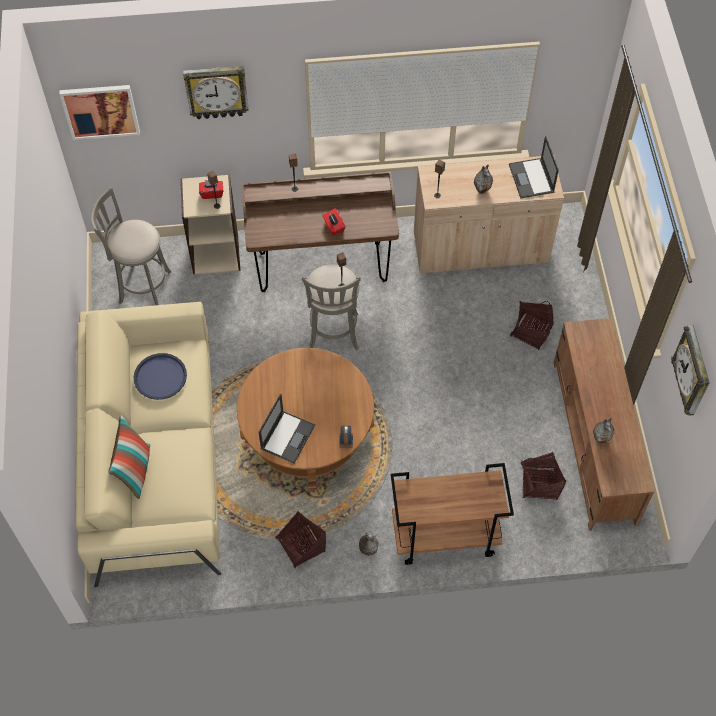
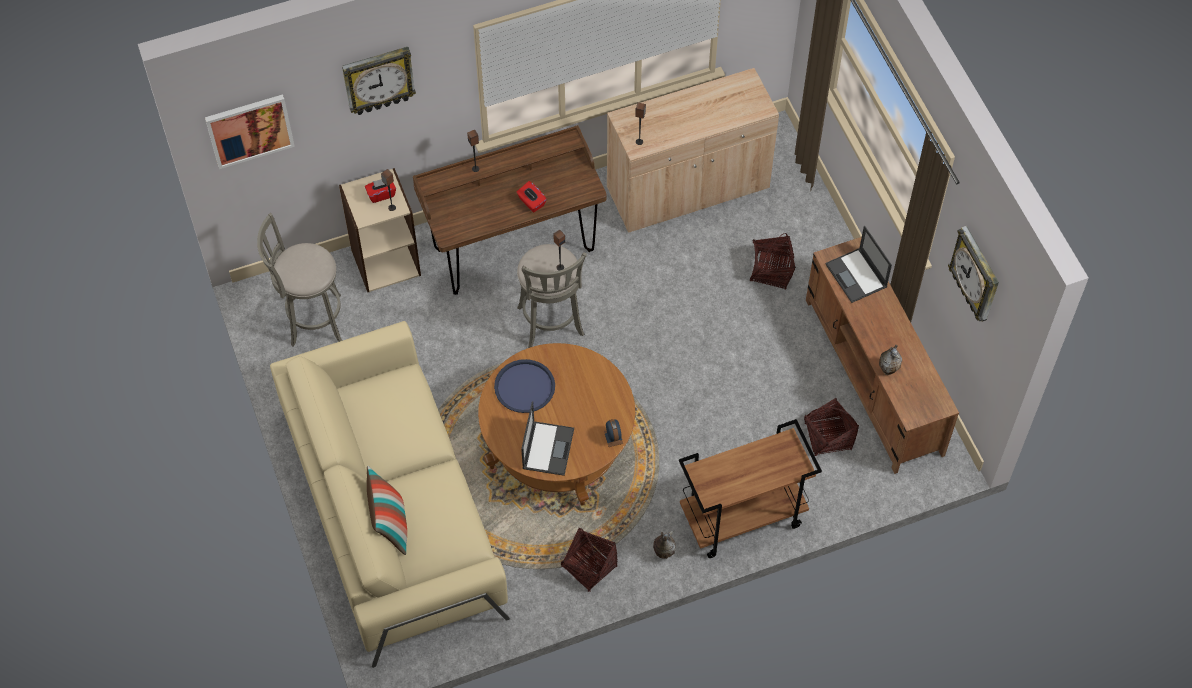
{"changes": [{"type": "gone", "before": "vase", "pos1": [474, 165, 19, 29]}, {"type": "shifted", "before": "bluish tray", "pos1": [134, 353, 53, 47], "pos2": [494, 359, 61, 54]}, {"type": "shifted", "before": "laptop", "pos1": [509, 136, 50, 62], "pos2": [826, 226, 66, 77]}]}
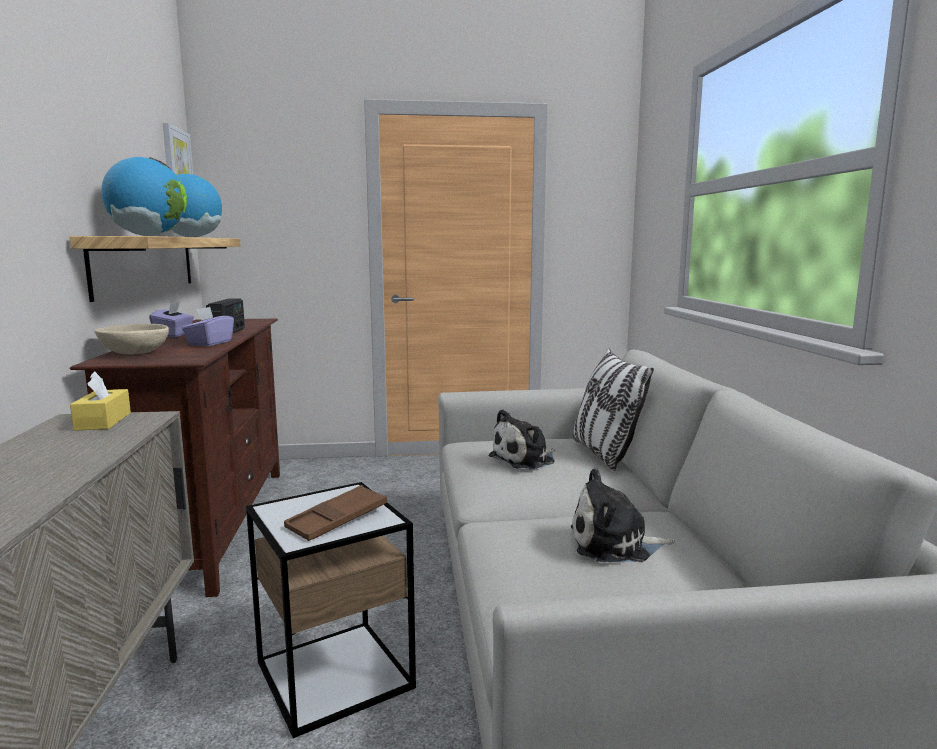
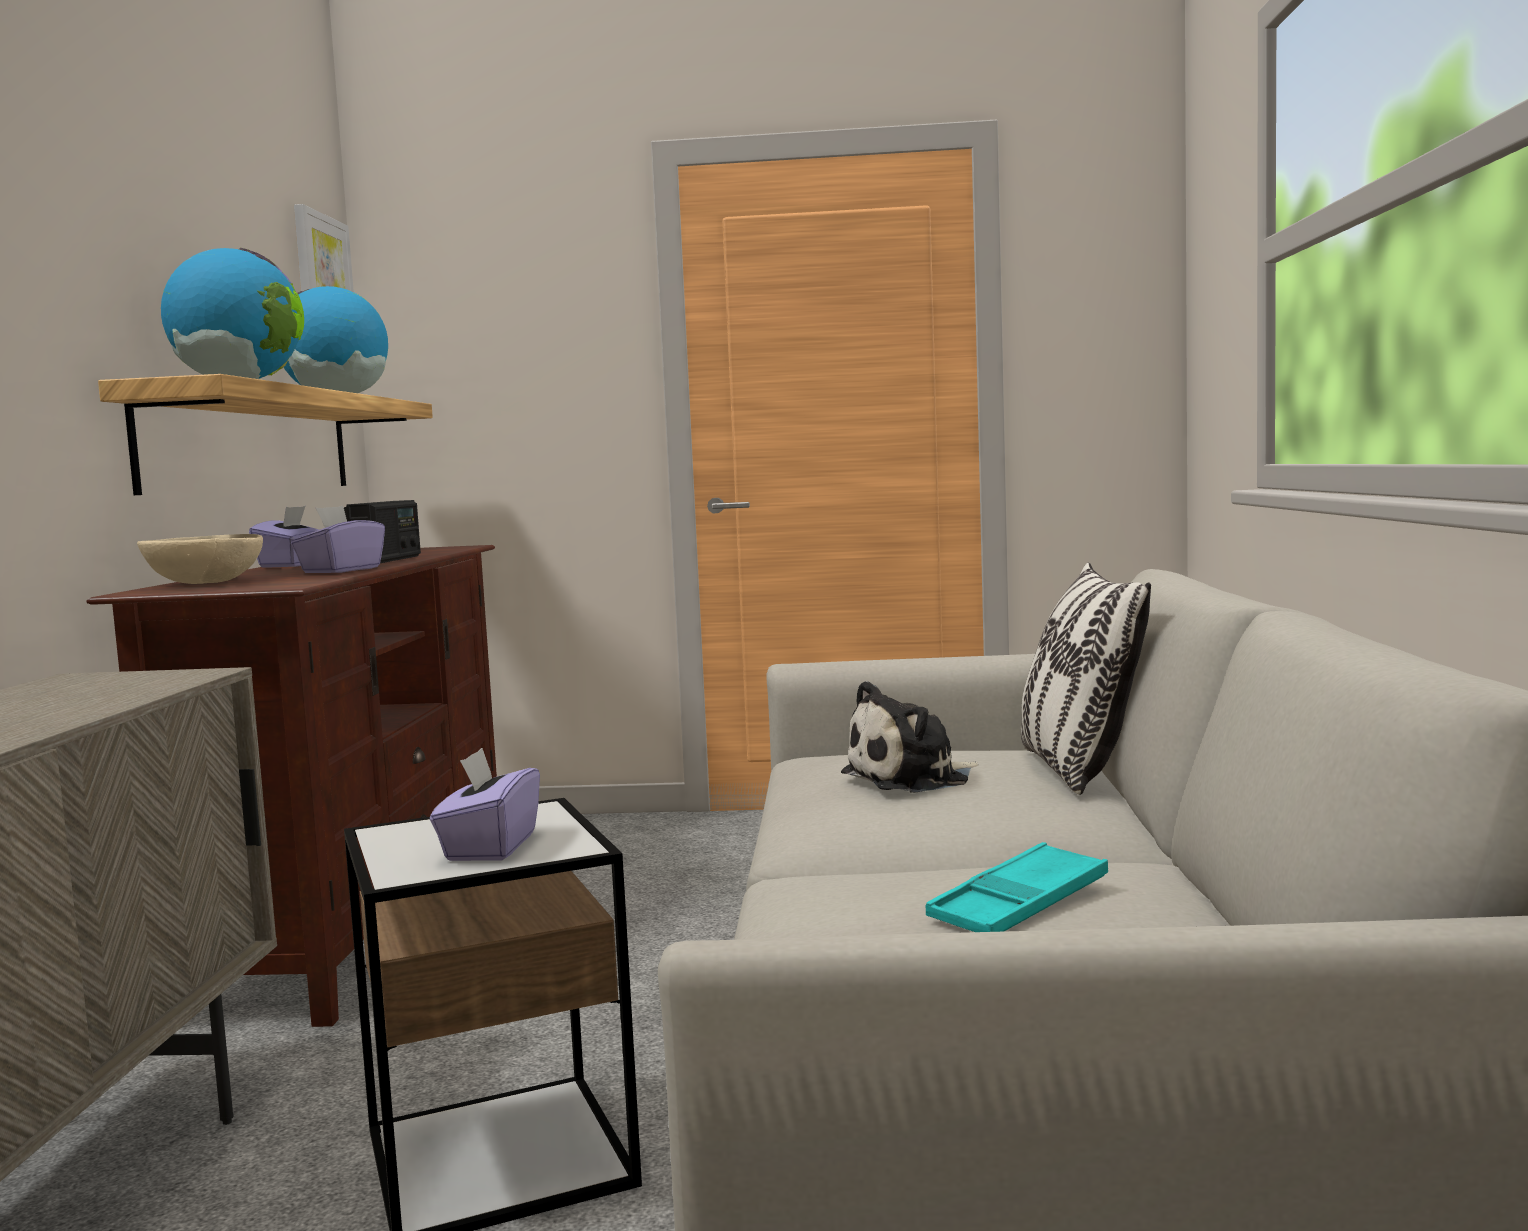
{"changes": [{"type": "gone", "before": "yellow tissue holder", "pos1": [70, 372, 61, 59]}, {"type": "swapped", "before": "brownish tray", "after": "purple tissue holder", "pos1": [284, 485, 103, 56], "pos2": [430, 748, 110, 113]}, {"type": "swapped", "before": "soft toy", "after": "turquoise-coloured tray", "pos1": [571, 468, 104, 94], "pos2": [926, 842, 182, 90]}]}
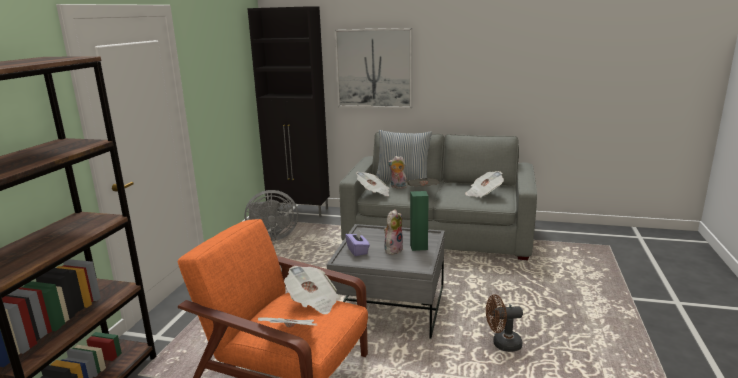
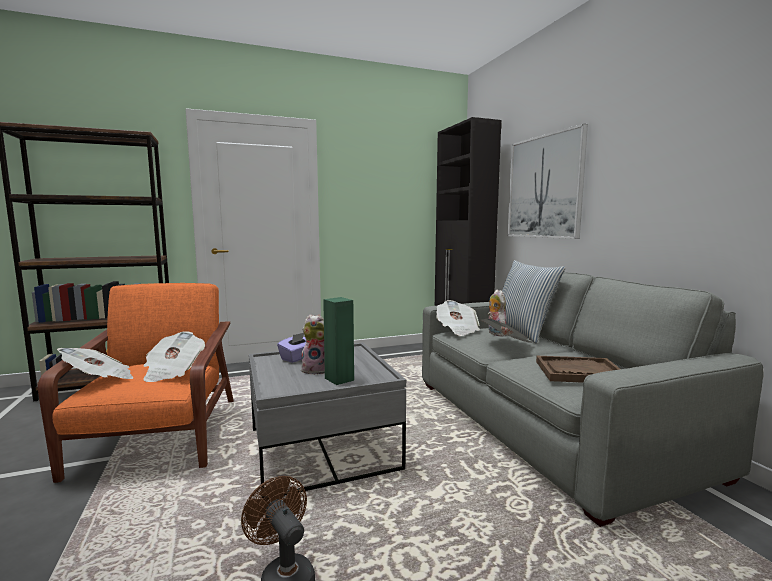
{"changes": [{"type": "gone", "before": "greyish electric fan", "pos1": [245, 190, 53, 51]}, {"type": "swapped", "before": "newspaper", "after": "brownish tray", "pos1": [465, 171, 39, 27], "pos2": [536, 356, 84, 27]}]}
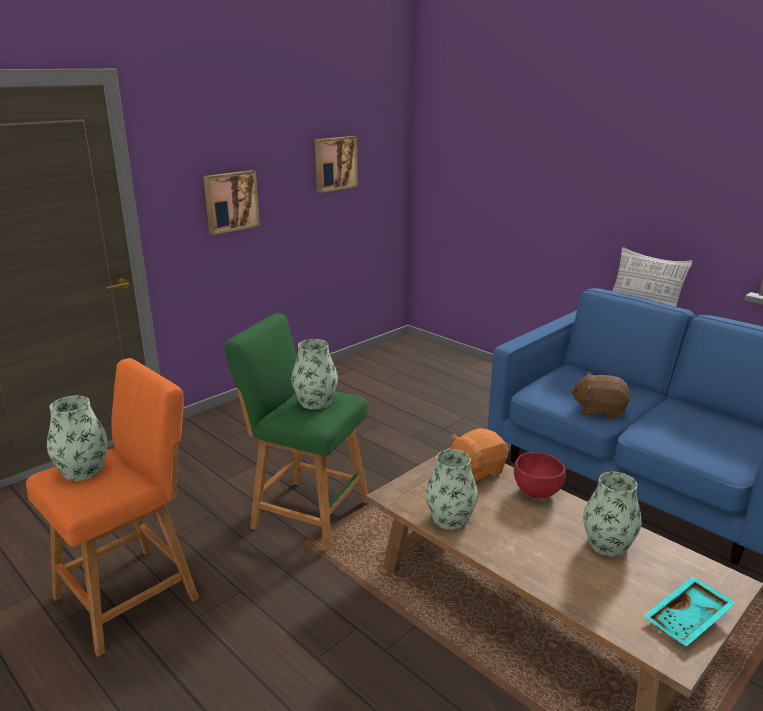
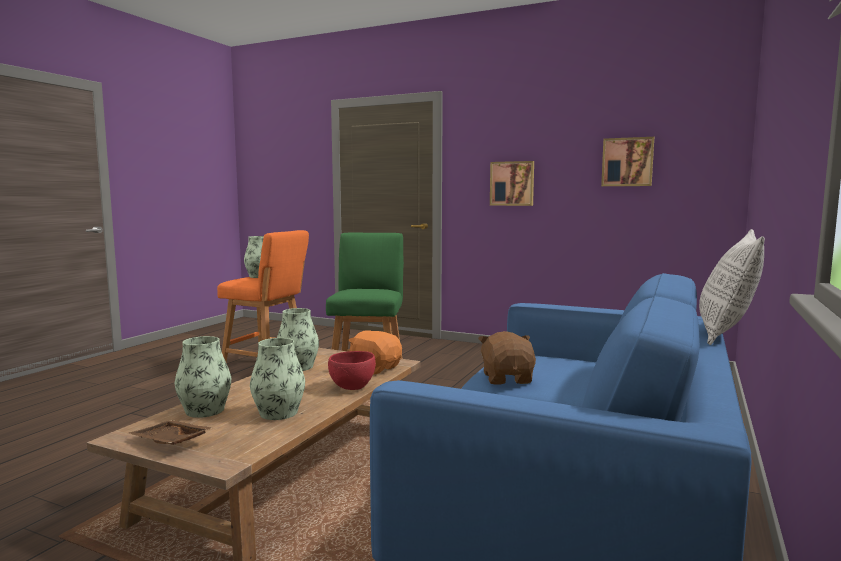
{"changes": [{"type": "shifted", "before": "vase", "pos1": [291, 339, 47, 71], "pos2": [175, 336, 56, 82]}, {"type": "repainted", "before": "turquoise-coloured tray", "after": "brownish tray", "pos1": [643, 576, 93, 71], "pos2": [129, 420, 83, 25]}]}
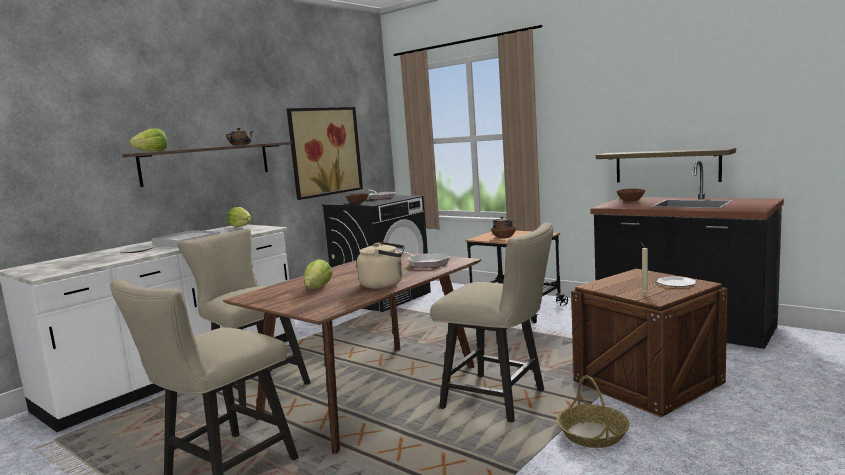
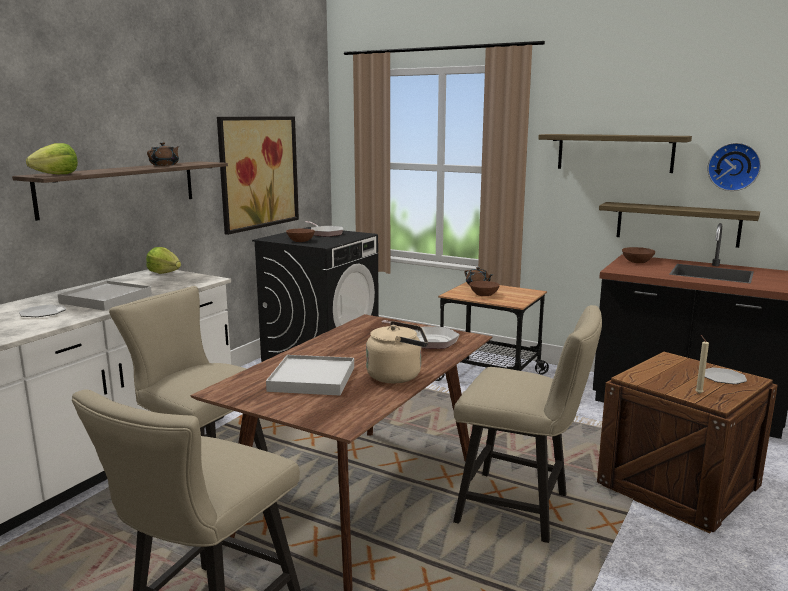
{"changes": [{"type": "gone", "before": "basket", "pos1": [557, 375, 73, 73]}, {"type": "new", "after": "shelf", "pos2": [538, 134, 154, 39]}, {"type": "new", "after": "hanging clock", "pos2": [707, 143, 54, 48]}, {"type": "swapped", "before": "lettuce", "after": "whitish tray", "pos1": [304, 259, 29, 30], "pos2": [266, 355, 88, 41]}]}
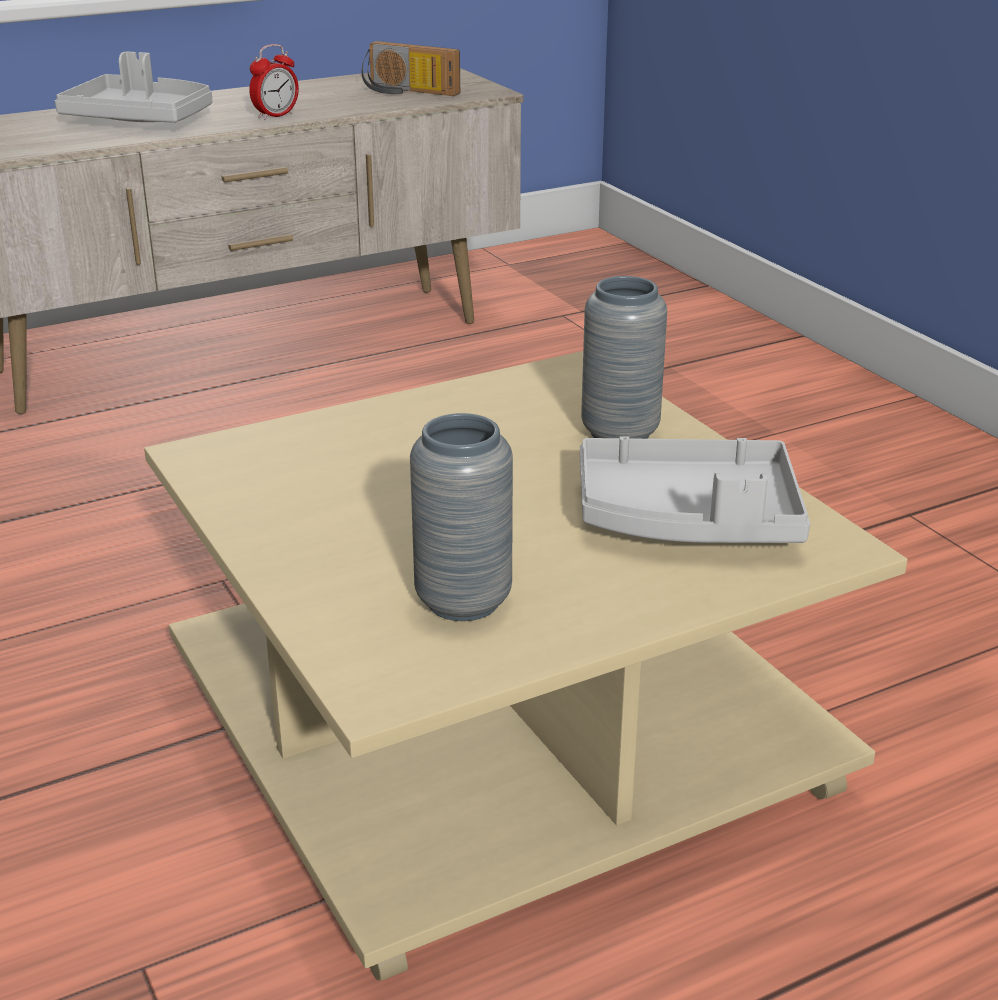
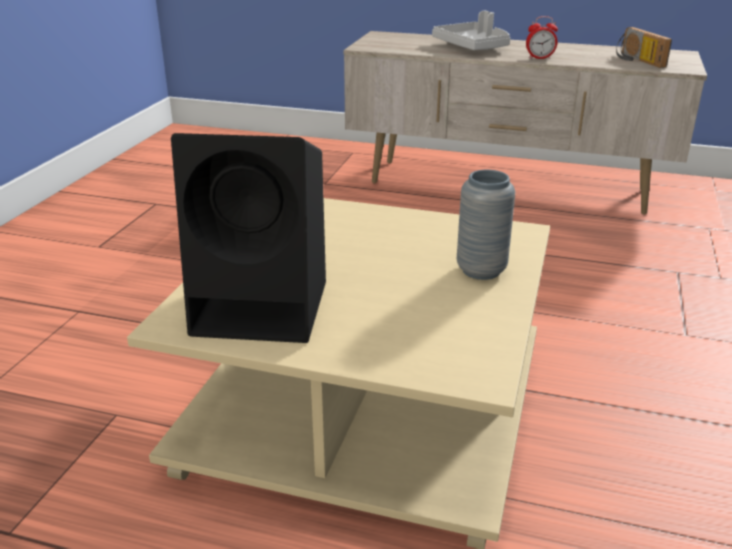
{"changes": [{"type": "gone", "before": "greyish tray", "pos1": [580, 436, 230, 107]}, {"type": "swapped", "before": "greyish vase", "after": "black-coloured speaker", "pos1": [410, 413, 103, 208], "pos2": [171, 133, 155, 210]}]}
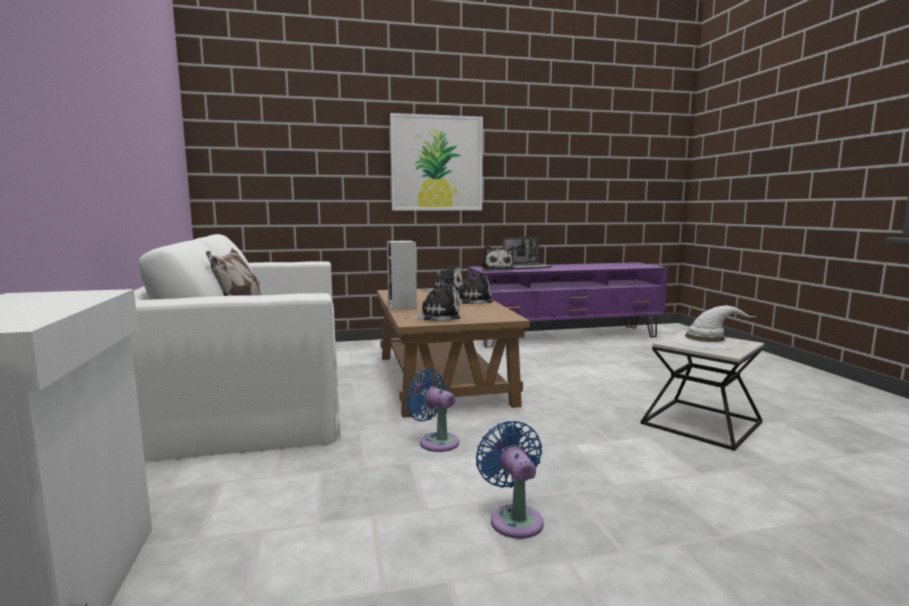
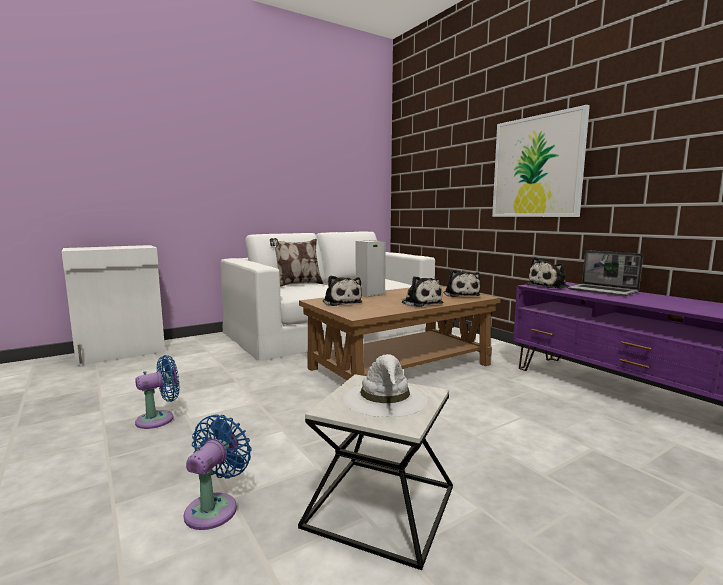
{"changes": [{"type": "shifted", "before": "bluish electric fan", "pos1": [405, 369, 54, 83], "pos2": [184, 414, 67, 116]}]}
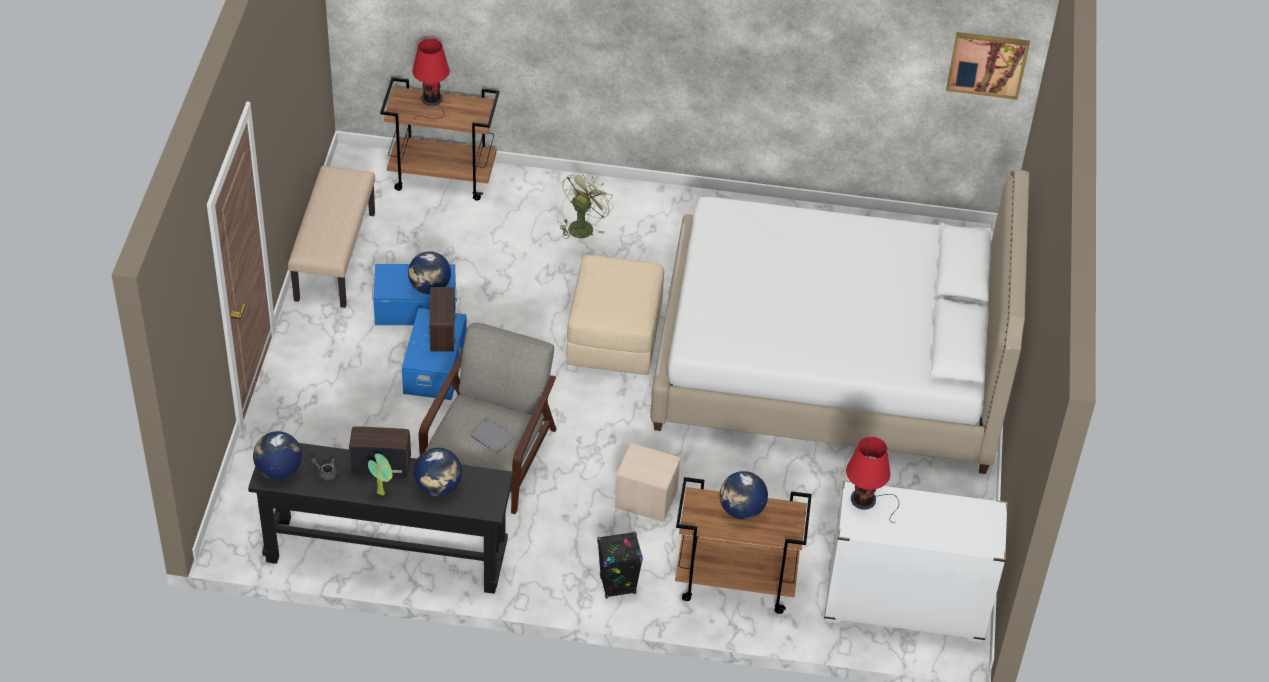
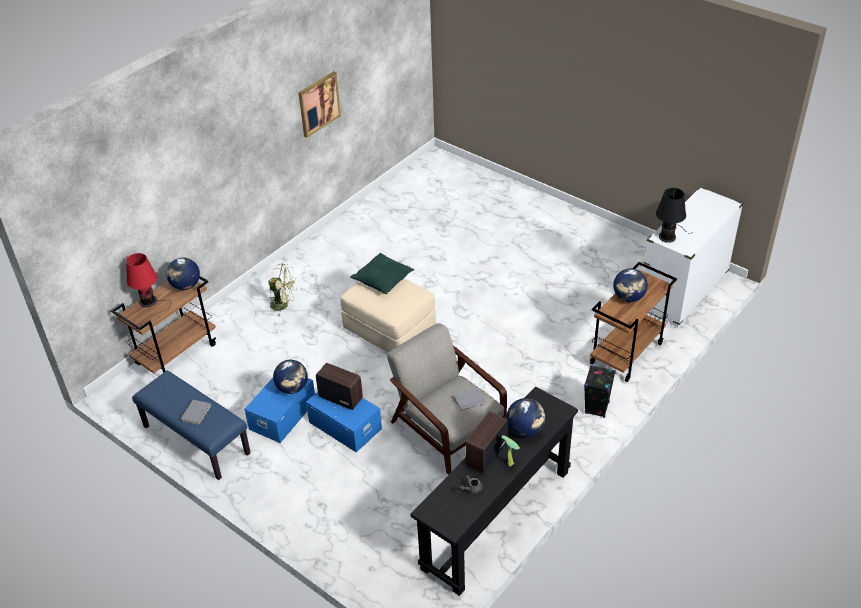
{"changes": [{"type": "gone", "before": "beige storage box", "pos1": [614, 443, 67, 79]}, {"type": "gone", "before": "whitish bedroom bed", "pos1": [650, 169, 379, 305]}, {"type": "new", "after": "greyish volume", "pos2": [181, 400, 30, 25]}, {"type": "new", "after": "greenish cushion", "pos2": [351, 252, 63, 42]}, {"type": "shifted", "before": "globe", "pos1": [253, 431, 49, 49], "pos2": [166, 257, 34, 33]}, {"type": "shifted", "before": "picture", "pos1": [946, 32, 84, 68], "pos2": [298, 71, 43, 67]}, {"type": "repainted", "before": "beige bench", "after": "bluish bench", "pos1": [288, 166, 87, 142], "pos2": [132, 370, 119, 110]}, {"type": "repainted", "before": "reddish table lamp", "after": "black-coloured table lamp", "pos1": [846, 436, 53, 87], "pos2": [656, 188, 35, 55]}, {"type": "rotated", "before": "greenish electric fan", "pos1": [560, 171, 54, 68], "pos2": [267, 264, 30, 53], "turn": 135}]}
